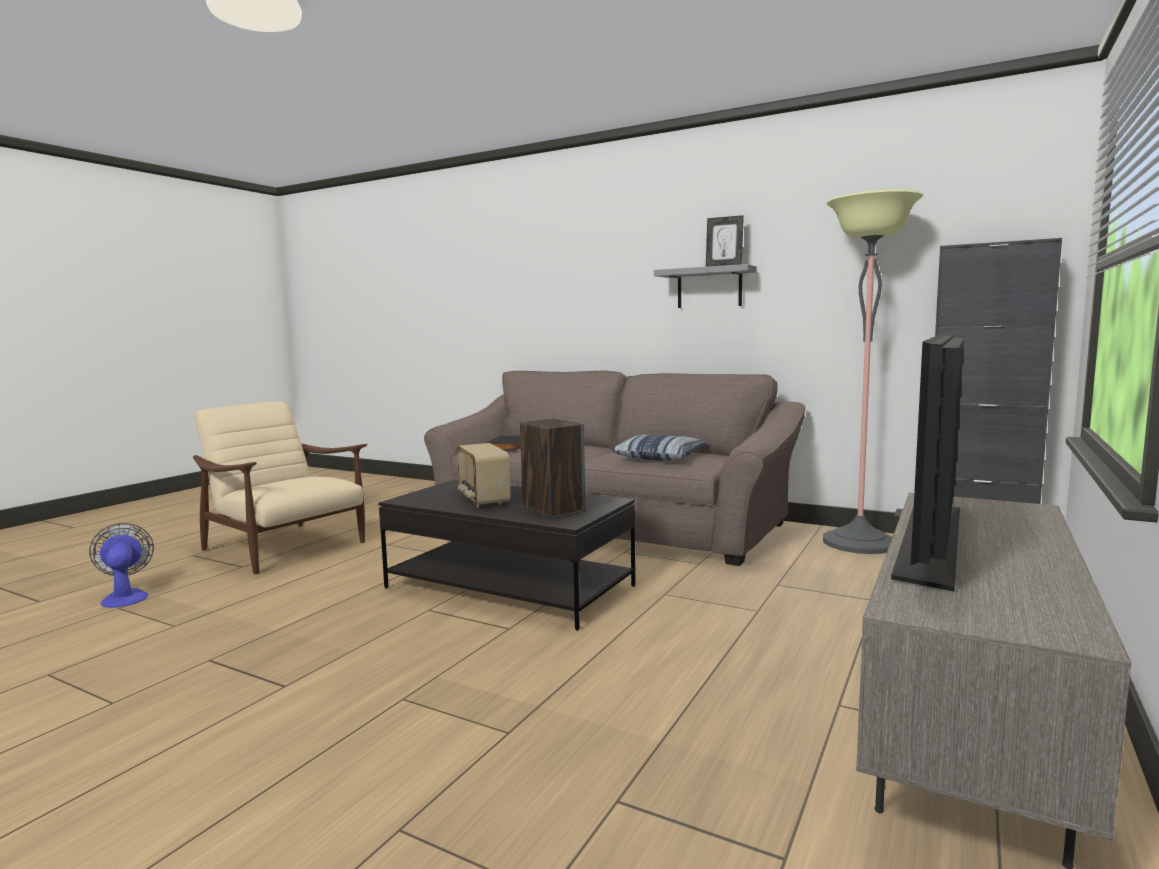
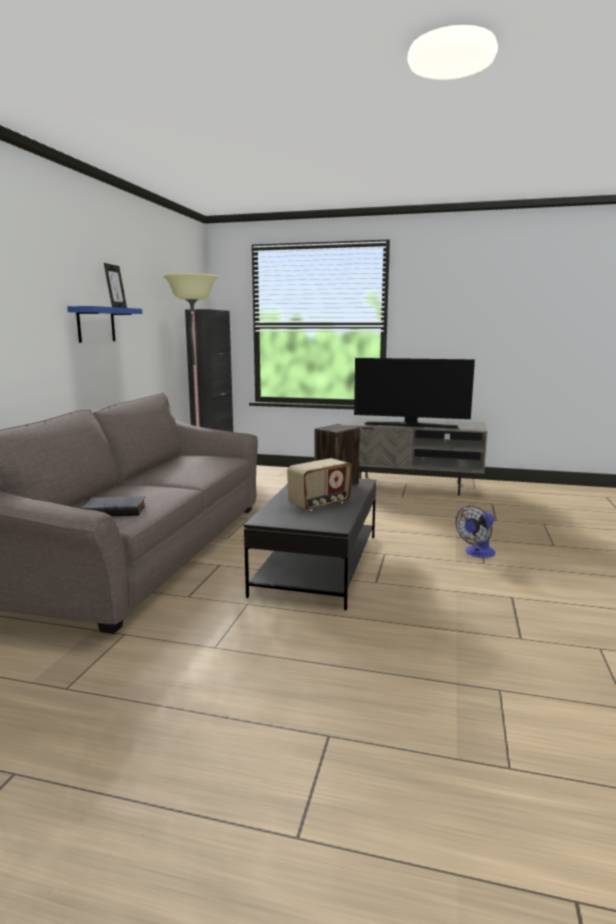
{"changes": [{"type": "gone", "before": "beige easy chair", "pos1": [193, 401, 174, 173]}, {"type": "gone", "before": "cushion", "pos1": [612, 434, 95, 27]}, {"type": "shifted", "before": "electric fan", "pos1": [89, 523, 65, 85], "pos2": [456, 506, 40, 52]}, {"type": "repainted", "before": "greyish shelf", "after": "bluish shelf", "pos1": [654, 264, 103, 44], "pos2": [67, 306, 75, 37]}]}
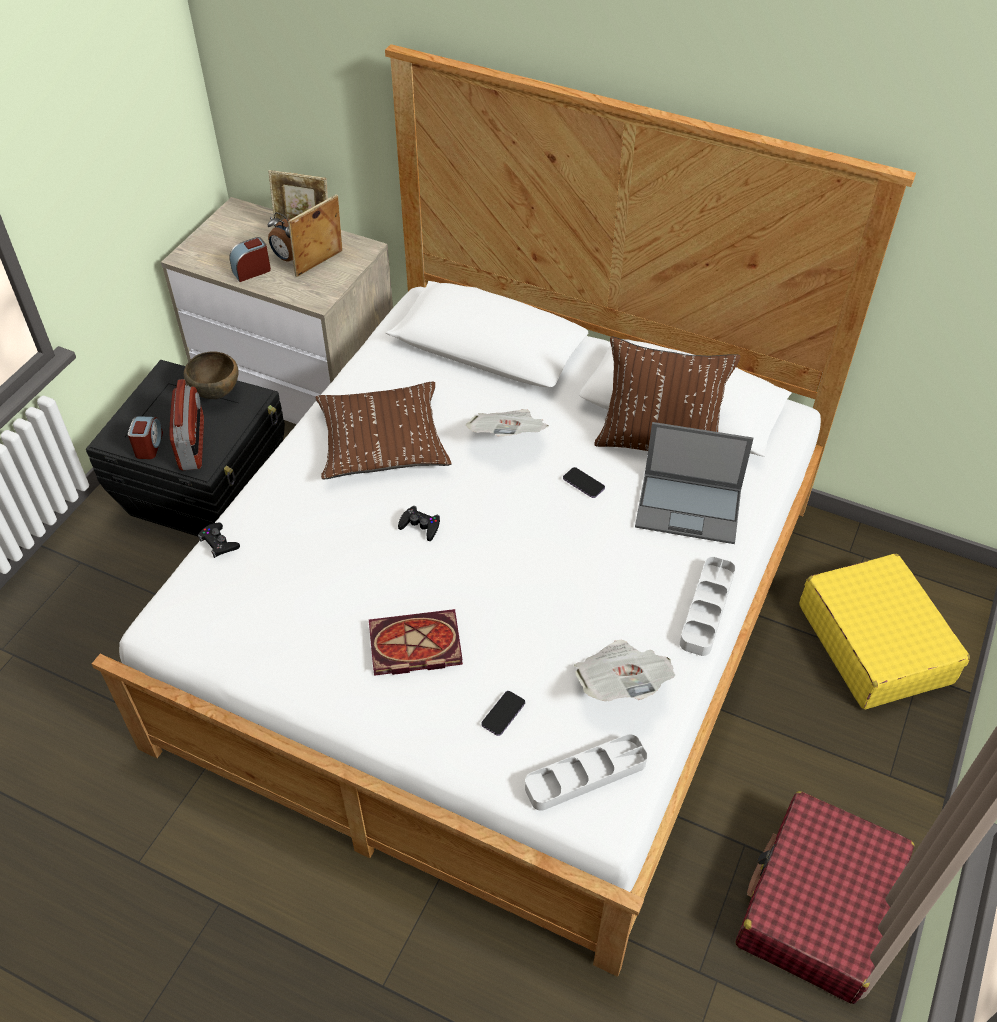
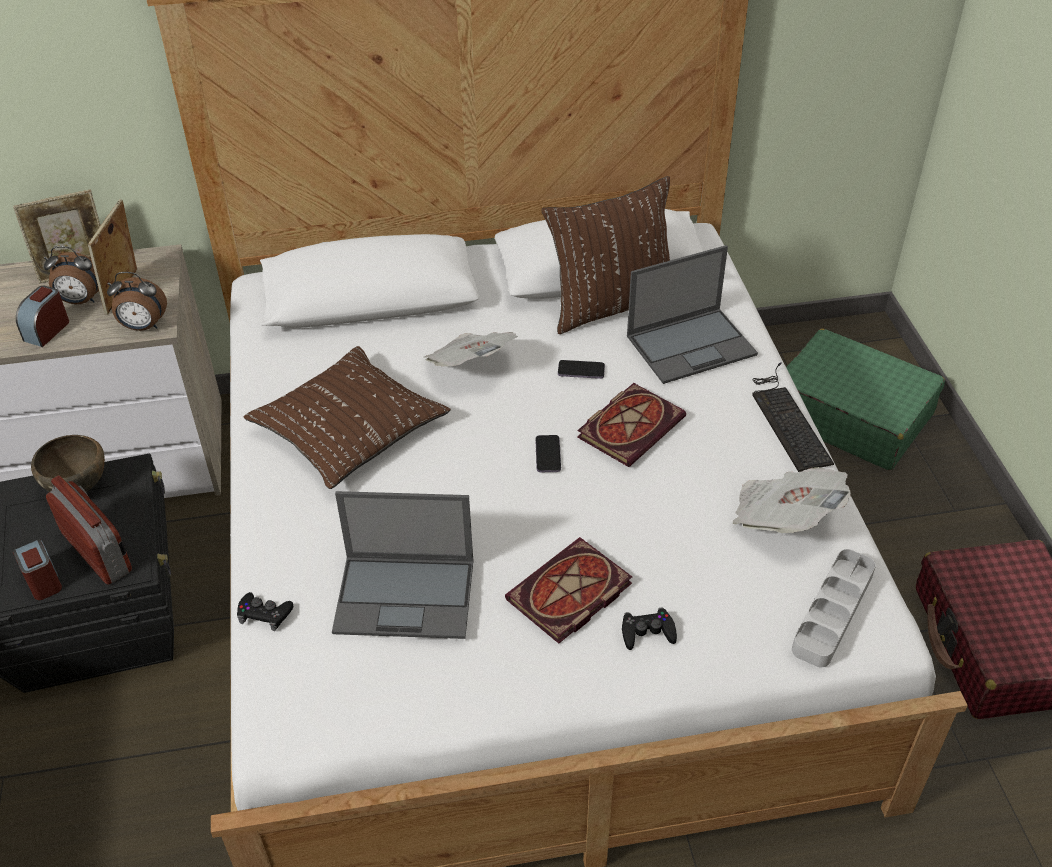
{"changes": [{"type": "new", "after": "bedside clock", "pos2": [107, 272, 60, 59]}, {"type": "new", "after": "laptop", "pos2": [332, 491, 141, 148]}, {"type": "new", "after": "volume", "pos2": [577, 383, 109, 84]}, {"type": "shifted", "before": "black-coloured game controller", "pos1": [398, 506, 42, 35], "pos2": [622, 607, 55, 43]}, {"type": "shifted", "before": "phone", "pos1": [481, 691, 44, 45], "pos2": [536, 435, 25, 37]}, {"type": "swapped", "before": "greyish tray", "after": "PC keyboard", "pos1": [680, 556, 56, 100], "pos2": [752, 362, 82, 110]}, {"type": "repainted", "before": "yellow suitcase", "after": "greenish suitcase", "pos1": [799, 554, 171, 155], "pos2": [786, 329, 159, 141]}]}
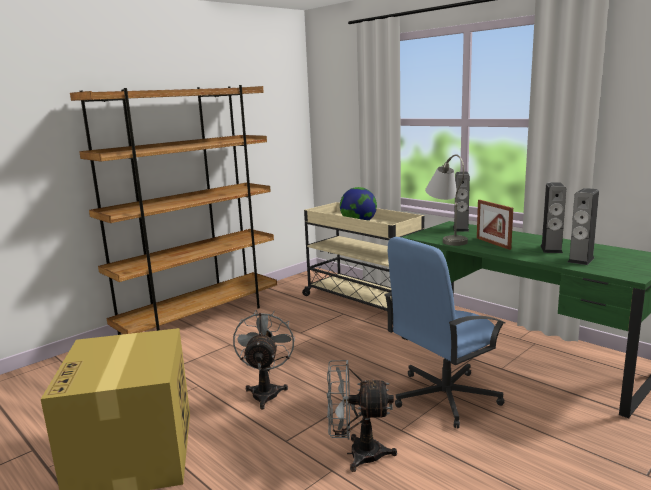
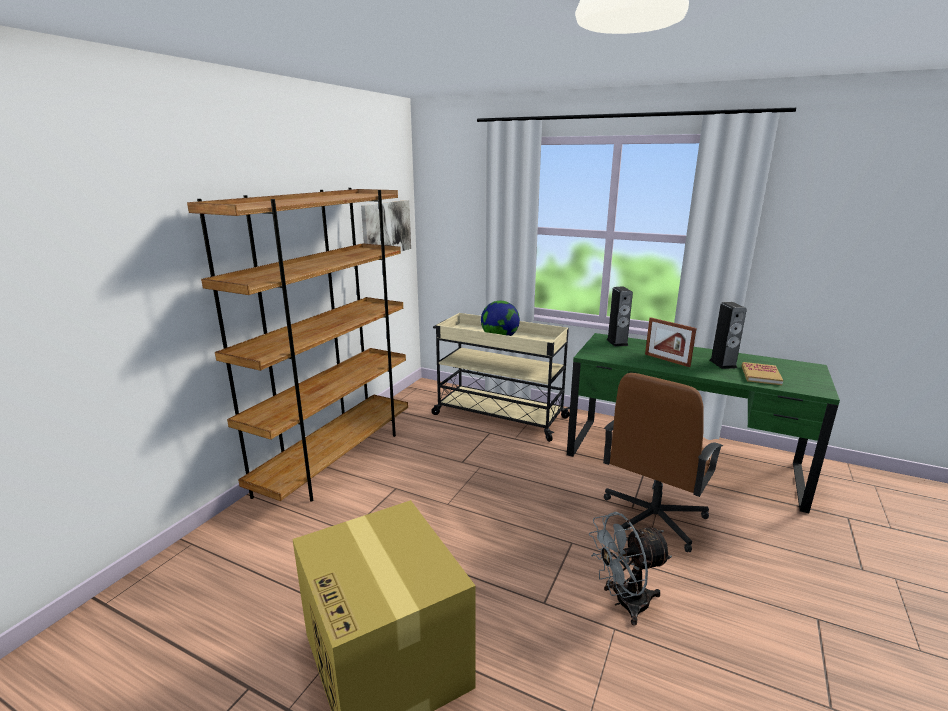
{"changes": [{"type": "gone", "before": "greyish electric fan", "pos1": [233, 310, 62, 99]}, {"type": "gone", "before": "greyish table lamp", "pos1": [425, 154, 43, 92]}, {"type": "new", "after": "picture", "pos2": [361, 200, 50, 51]}, {"type": "swapped", "before": "speaker", "after": "volume", "pos1": [568, 188, 31, 77], "pos2": [742, 362, 41, 23]}, {"type": "repainted", "before": "bluish computer chair", "after": "brownish computer chair", "pos1": [384, 237, 122, 191], "pos2": [603, 373, 120, 179]}]}
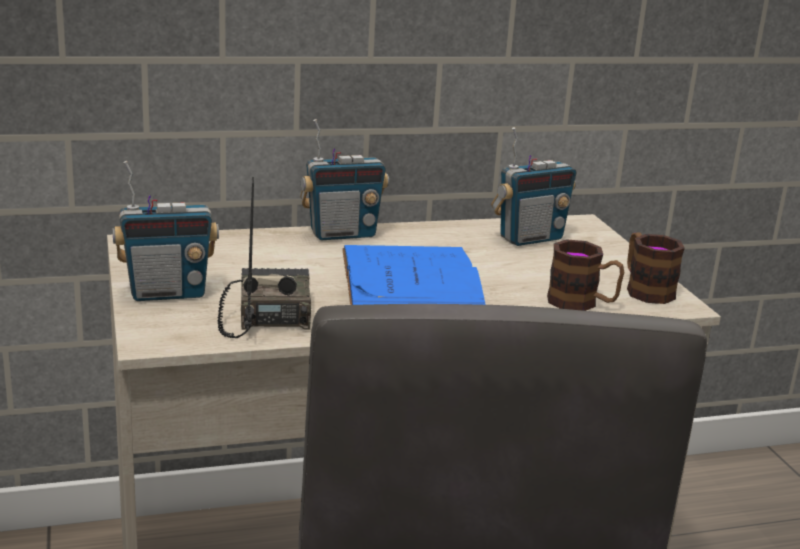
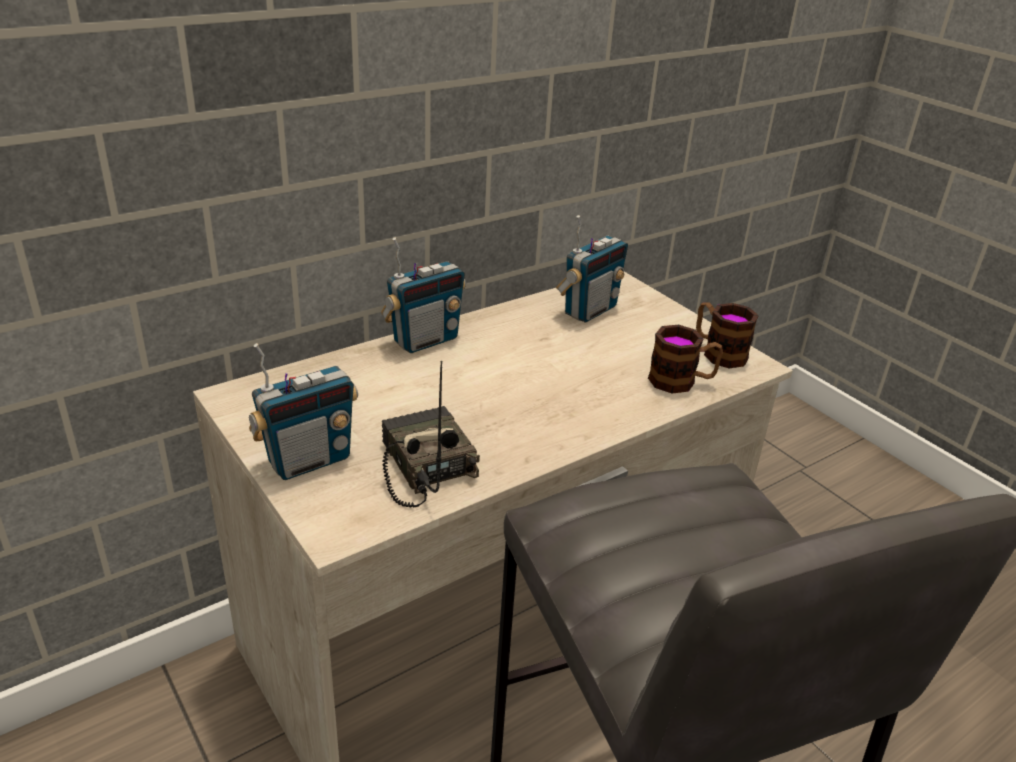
{"changes": [{"type": "gone", "before": "bluish volume", "pos1": [342, 245, 144, 60]}]}
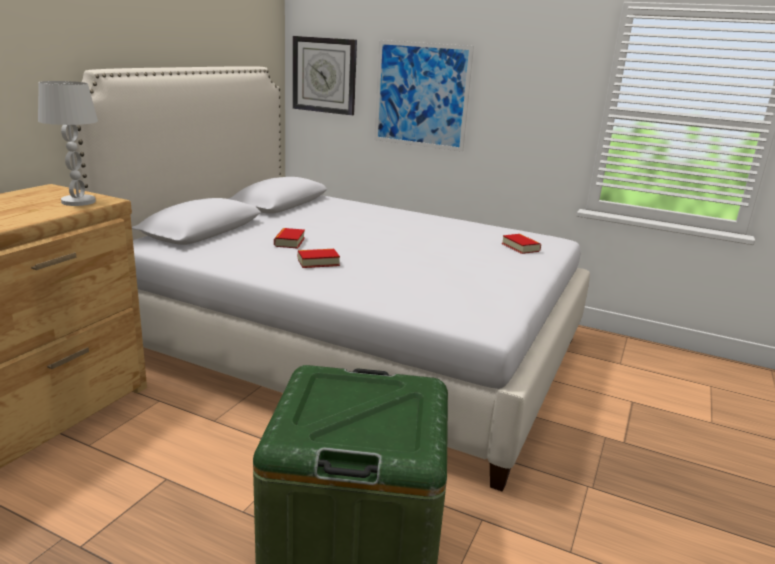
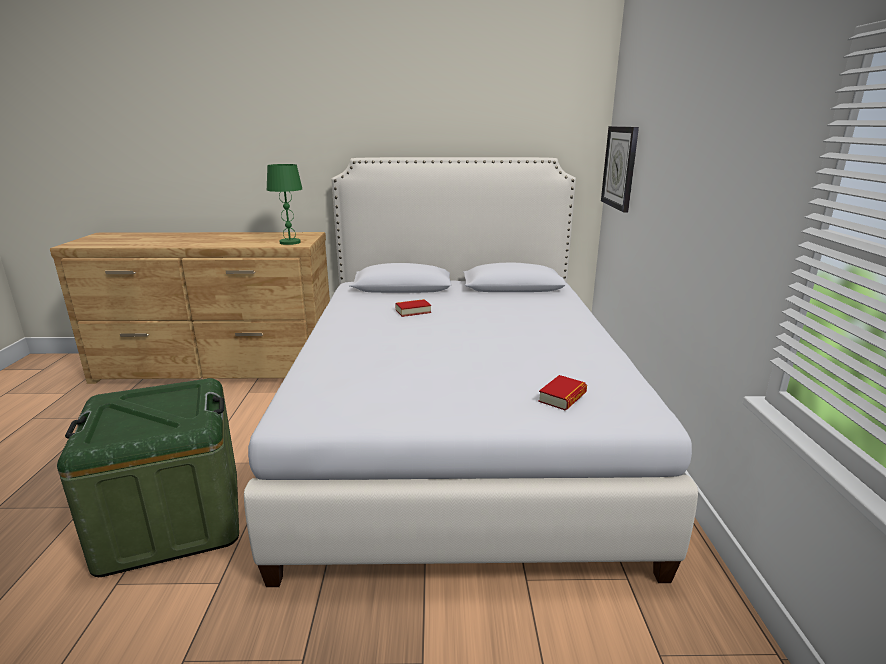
{"changes": [{"type": "gone", "before": "volume", "pos1": [298, 249, 42, 19]}, {"type": "gone", "before": "picture", "pos1": [374, 40, 100, 112]}, {"type": "repainted", "before": "whitish table lamp", "after": "greenish table lamp", "pos1": [38, 81, 60, 125], "pos2": [267, 164, 35, 81]}]}
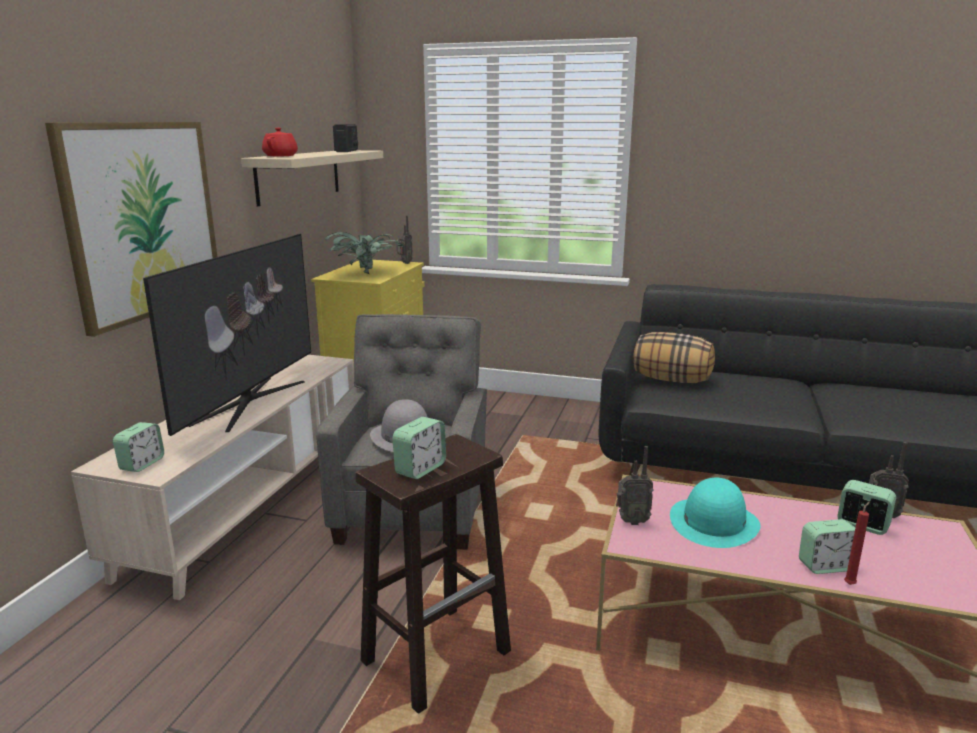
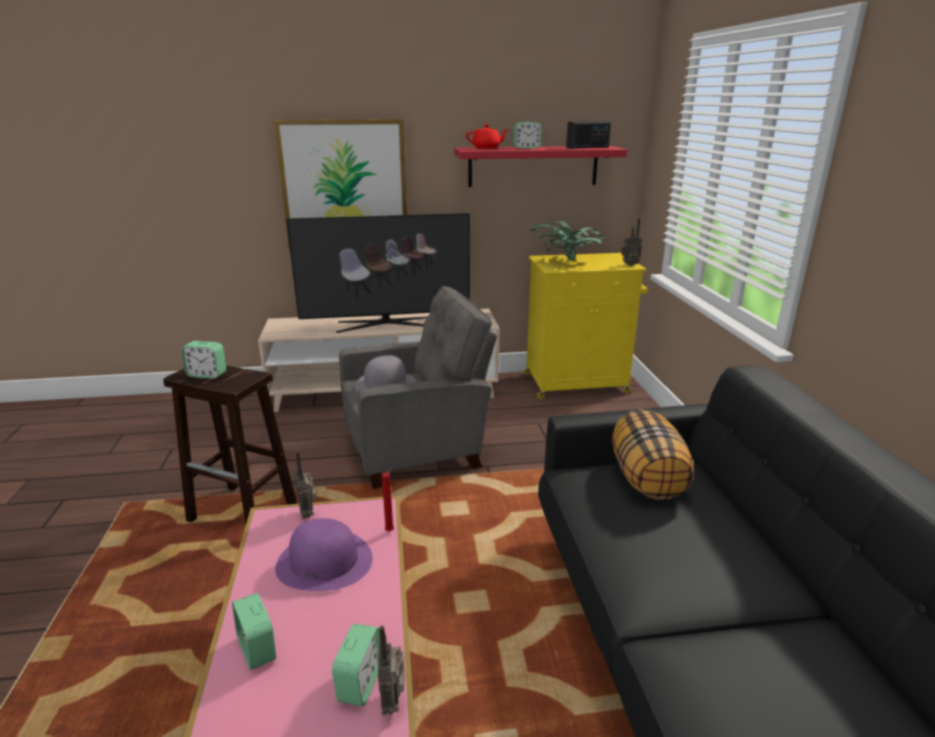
{"changes": [{"type": "shifted", "before": "bedside clock", "pos1": [113, 422, 51, 50], "pos2": [514, 122, 28, 27]}, {"type": "shifted", "before": "reddish wax light", "pos1": [844, 501, 26, 84], "pos2": [382, 469, 12, 63]}, {"type": "repainted", "before": "beige shelf", "after": "reddish shelf", "pos1": [241, 150, 142, 56], "pos2": [454, 146, 174, 41]}, {"type": "repainted", "before": "turquoise-coloured clothing hat", "after": "purple clothing hat", "pos1": [670, 478, 91, 70], "pos2": [275, 518, 98, 73]}]}
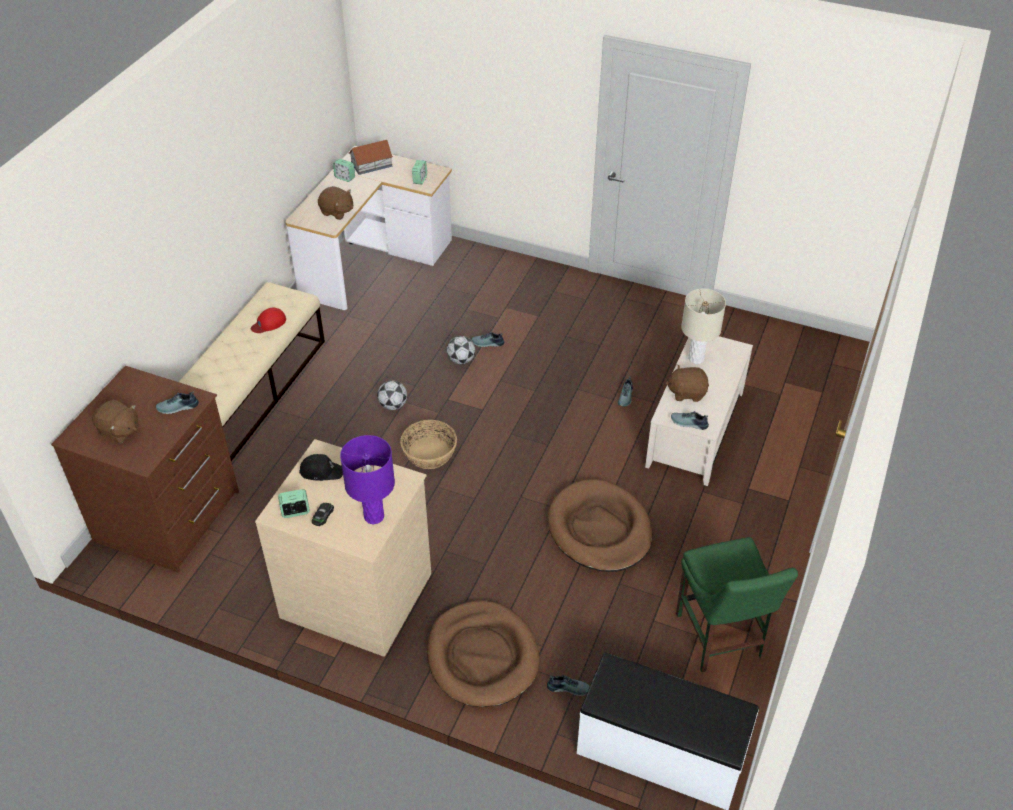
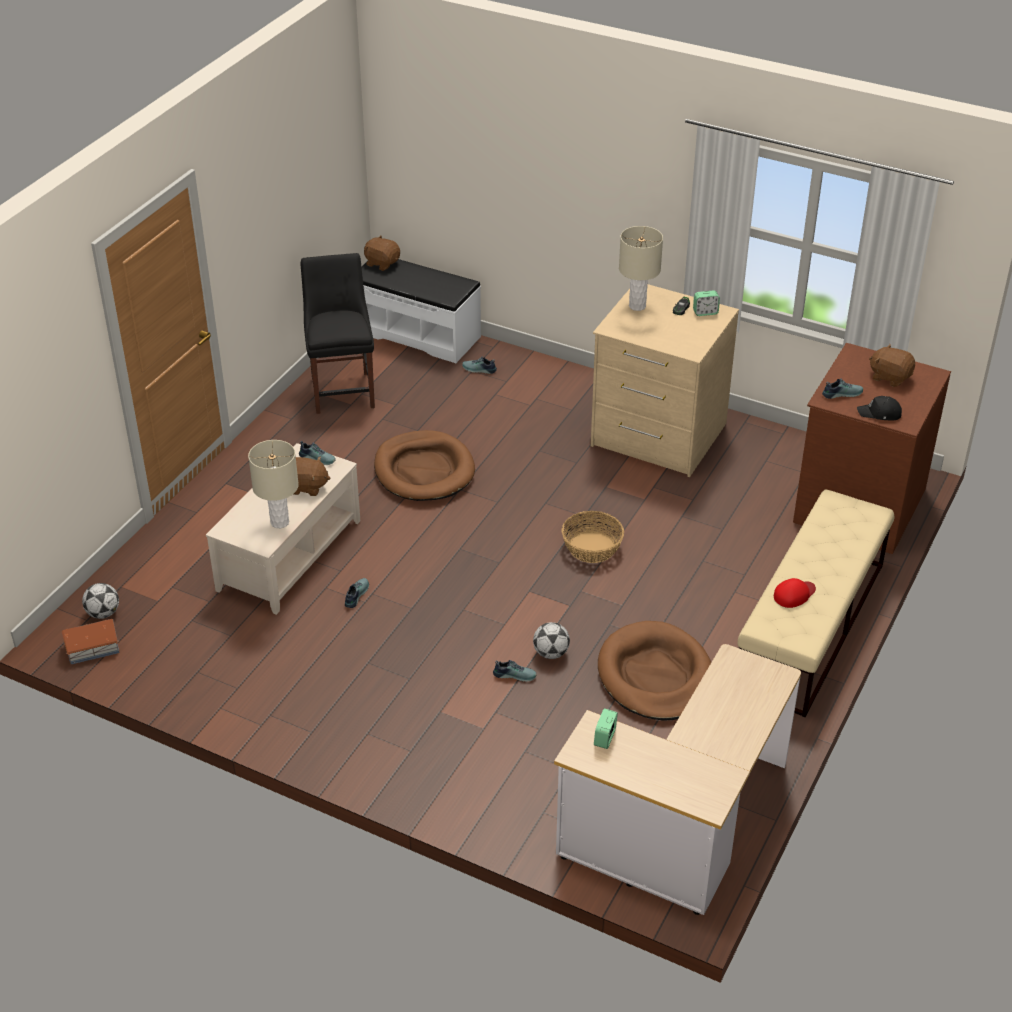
{"changes": [{"type": "gone", "before": "bedside clock", "pos1": [333, 159, 22, 23]}, {"type": "shifted", "before": "black-coloured cap", "pos1": [299, 454, 44, 27], "pos2": [857, 396, 45, 24]}, {"type": "shifted", "before": "brownish soft toy", "pos1": [318, 186, 35, 34], "pos2": [364, 235, 36, 36]}, {"type": "shifted", "before": "model house", "pos1": [349, 140, 44, 35], "pos2": [62, 619, 58, 45]}, {"type": "shifted", "before": "football ball", "pos1": [377, 381, 30, 29], "pos2": [82, 583, 37, 36]}, {"type": "shifted", "before": "brownish dog bed", "pos1": [427, 601, 113, 106], "pos2": [598, 621, 113, 100]}, {"type": "repainted", "before": "purple table lamp", "after": "beige table lamp", "pos1": [340, 435, 55, 89], "pos2": [619, 226, 44, 85]}, {"type": "repainted", "before": "greenish chair", "after": "black-coloured chair", "pos1": [676, 537, 122, 135], "pos2": [301, 253, 74, 161]}]}
